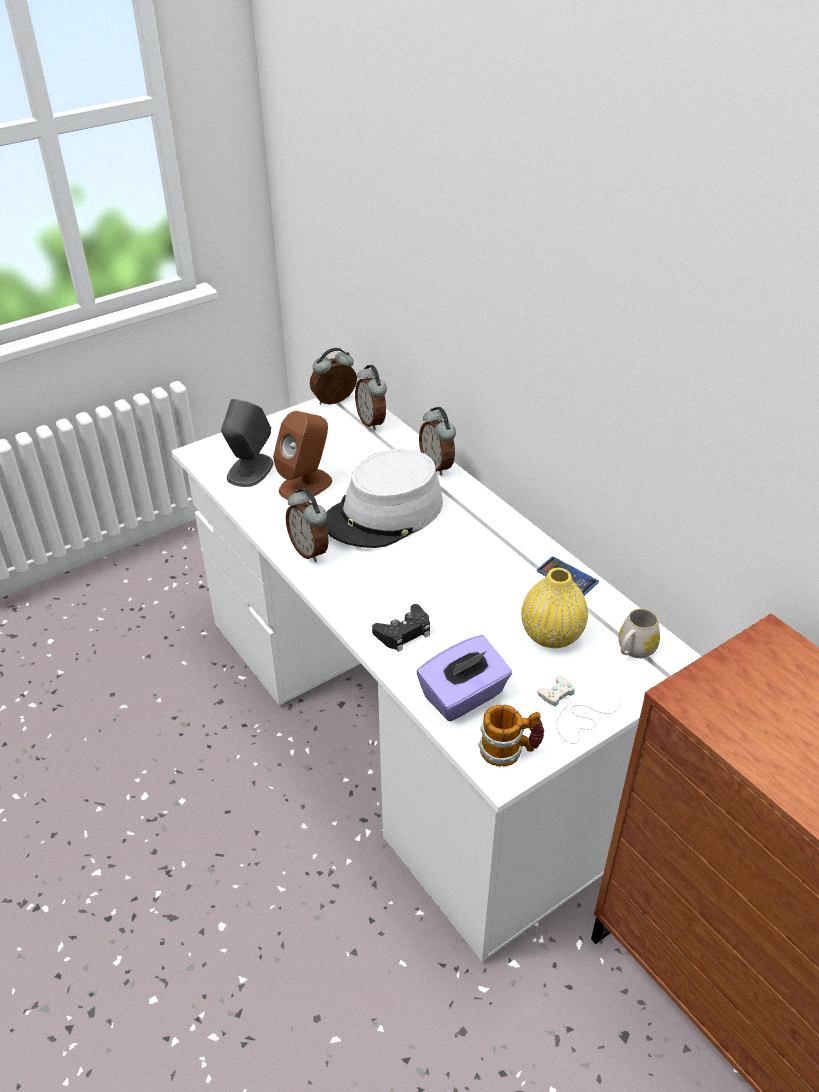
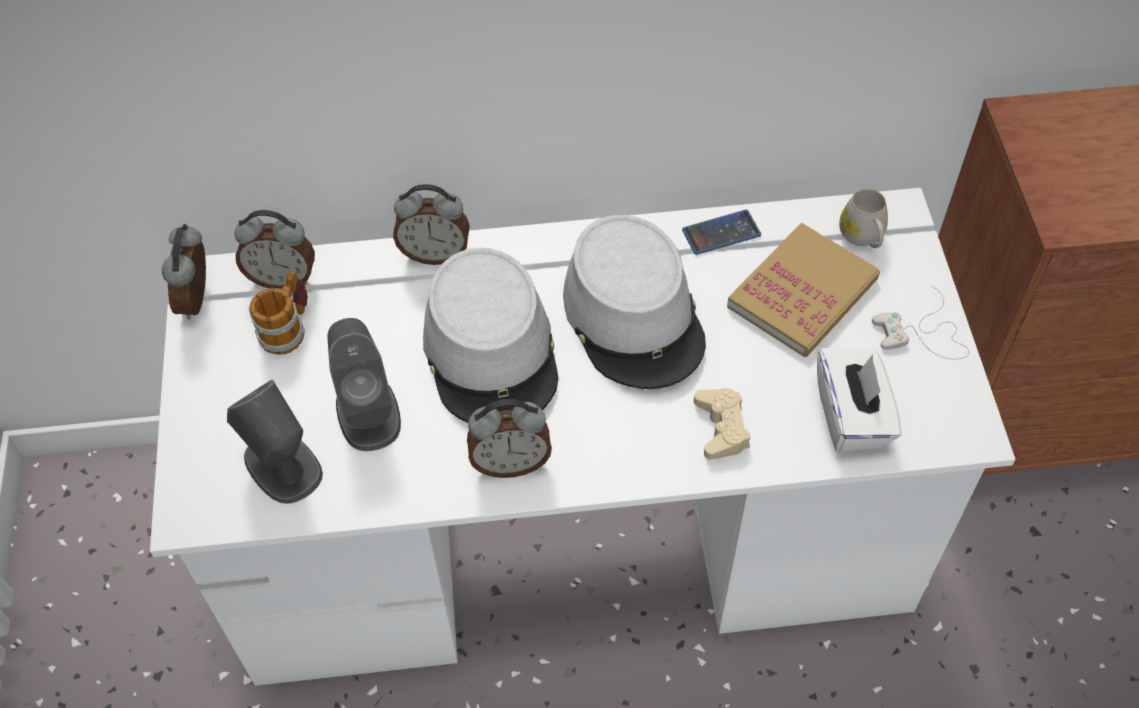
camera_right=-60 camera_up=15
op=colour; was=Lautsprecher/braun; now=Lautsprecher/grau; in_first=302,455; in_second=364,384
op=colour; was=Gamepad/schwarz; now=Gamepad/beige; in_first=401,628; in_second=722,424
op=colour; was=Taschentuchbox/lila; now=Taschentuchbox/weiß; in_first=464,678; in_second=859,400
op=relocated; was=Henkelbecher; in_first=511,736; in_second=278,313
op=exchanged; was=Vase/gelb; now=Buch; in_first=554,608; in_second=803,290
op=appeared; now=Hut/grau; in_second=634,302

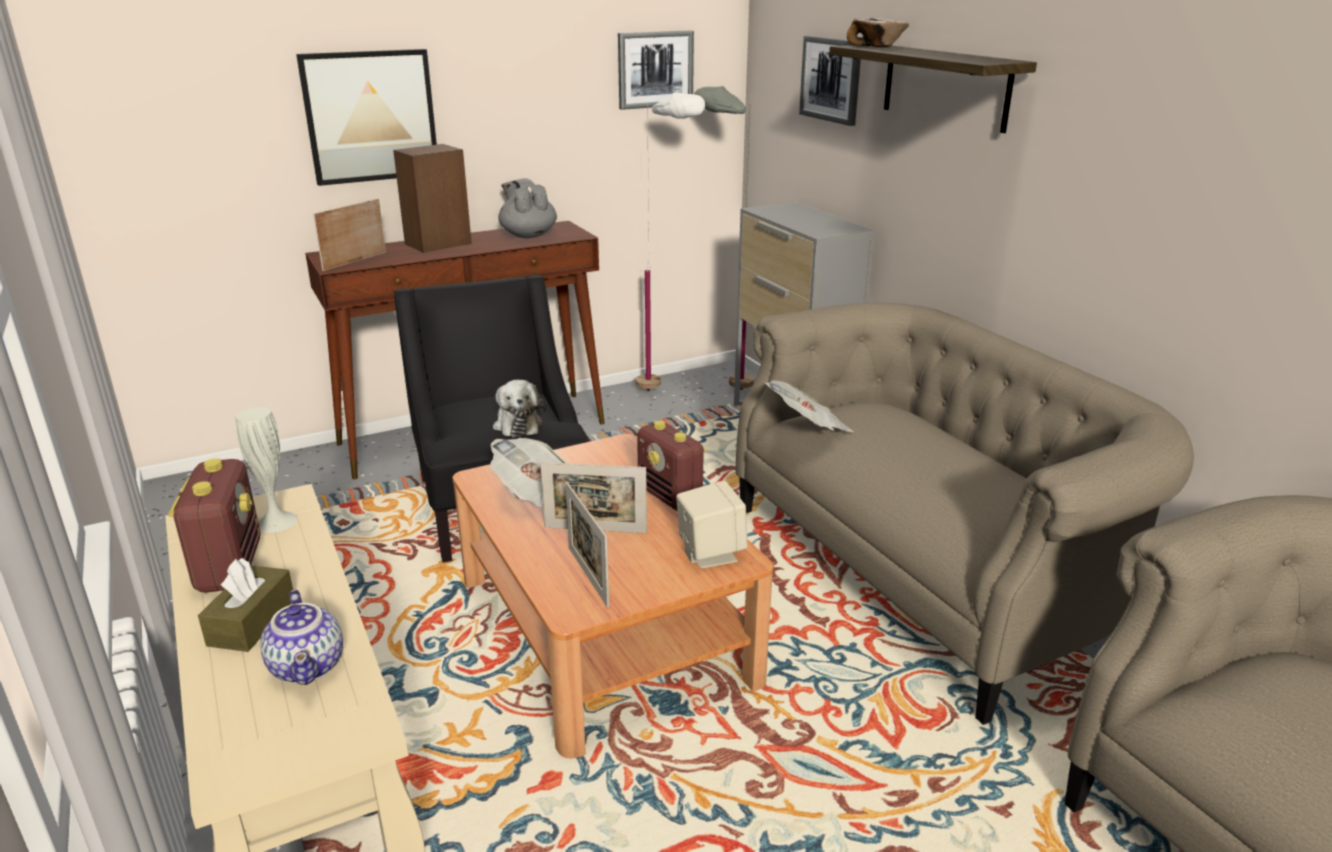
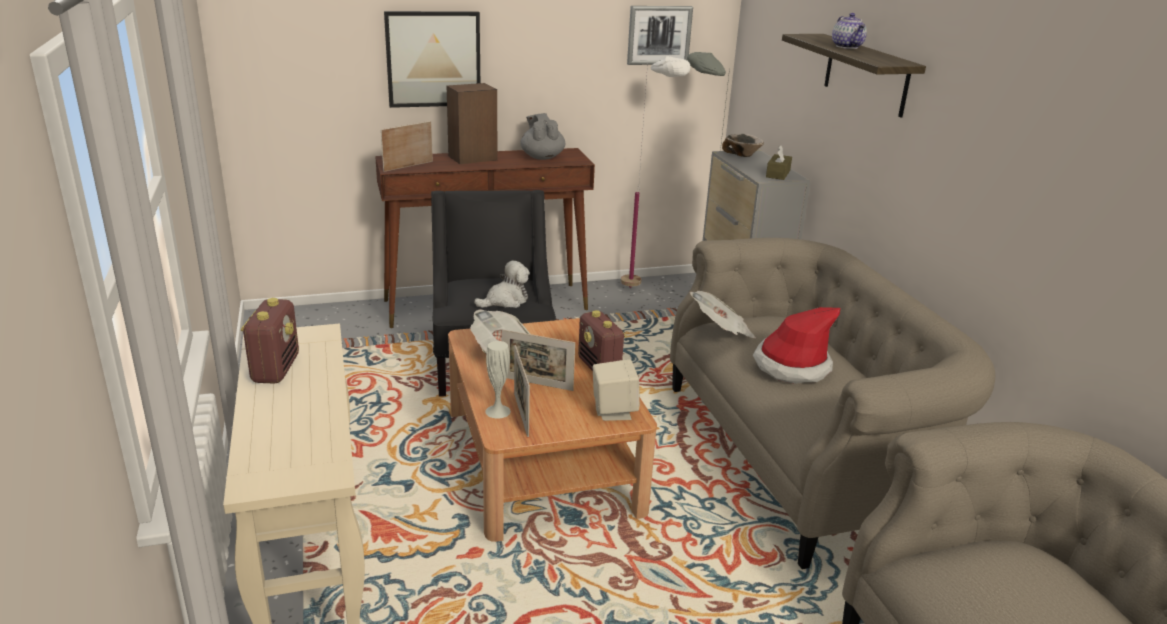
camera_right=10 camera_up=0
op=relocated; was=Taschentuchbox/braun; in_first=245,605; in_second=779,162
op=relocated; was=Vase/weiß; in_first=267,470; in_second=498,380
op=relocated; was=Teekanne; in_first=301,637; in_second=849,31
op=spun; was=Plüschtier; in_first=519,408; in_second=502,284; clockwise=-120
op=missing; was=Bild; in_first=830,81
op=relocated; was=Schüssel; in_first=878,32; in_second=743,145
op=appeared; now=Hut; in_second=796,345

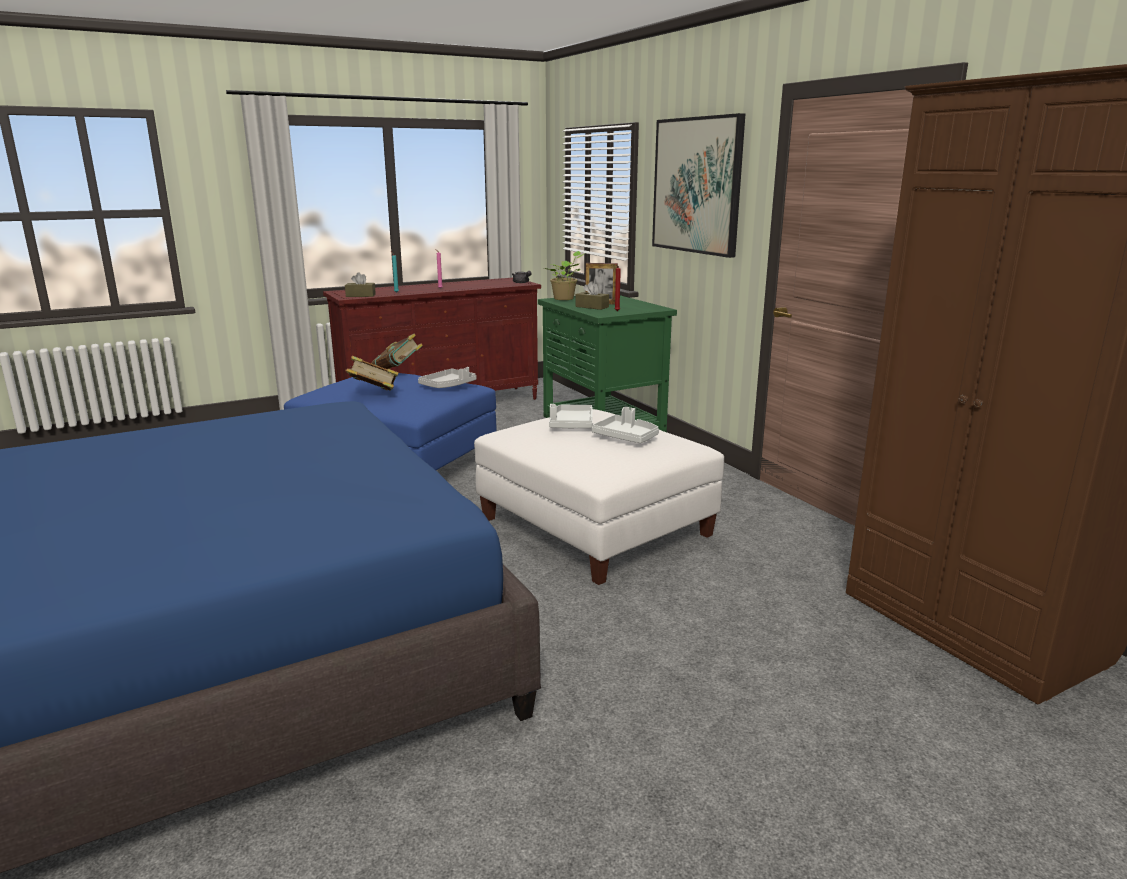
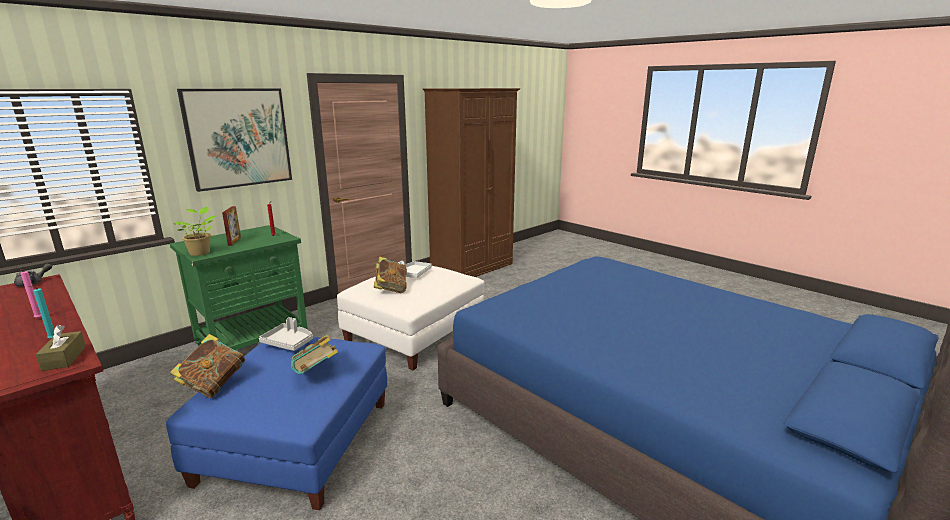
camera_right=-105 camera_up=0
op=exchanged; was=Tablett/weiß; now=Buch; in_first=571,416; in_second=390,275
op=missing; was=Taschentuchbox/braun; in_first=592,295

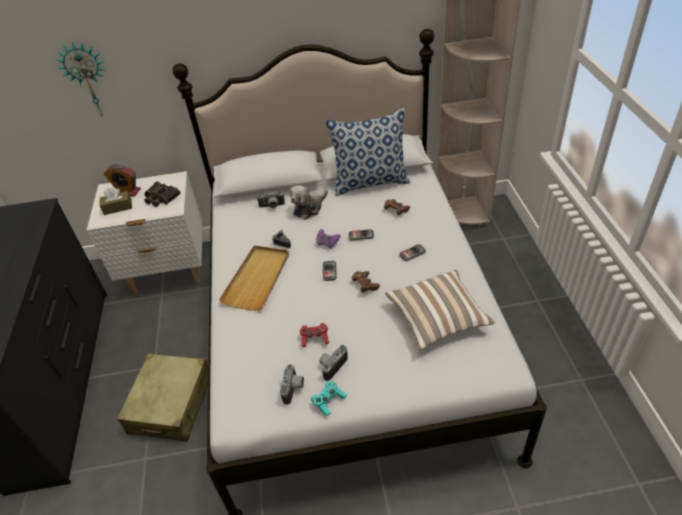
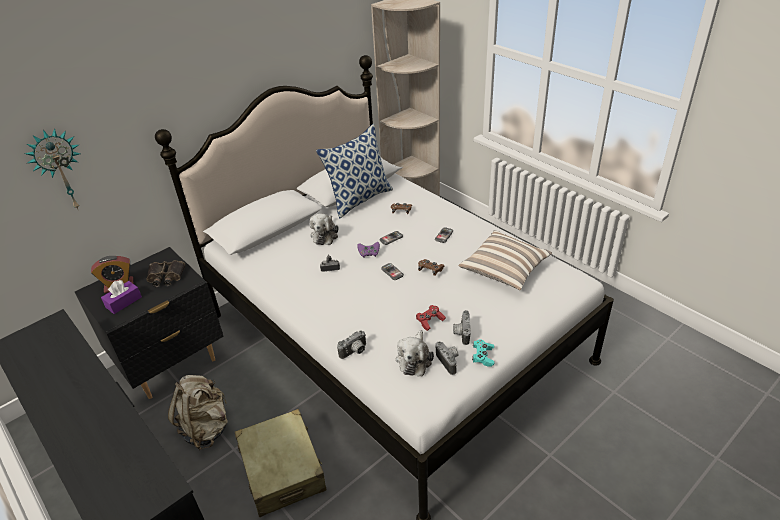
camera_right=-35 camera_up=-5
op=colour; was=Nachttisch/weiß; now=Nachttisch/schwarz; in_first=145,232; in_second=149,323
op=colour; was=Taschentuchbox/braun; now=Taschentuchbox/lila; in_first=116,201; in_second=121,297
op=missing; was=Tablett/beige; in_first=254,278
op=relocated; was=Kamera; in_first=271,199; in_second=351,344
op=appeared; now=Rucksack/beige; in_second=198,412
op=appeared; now=Plüschtier; in_second=415,353

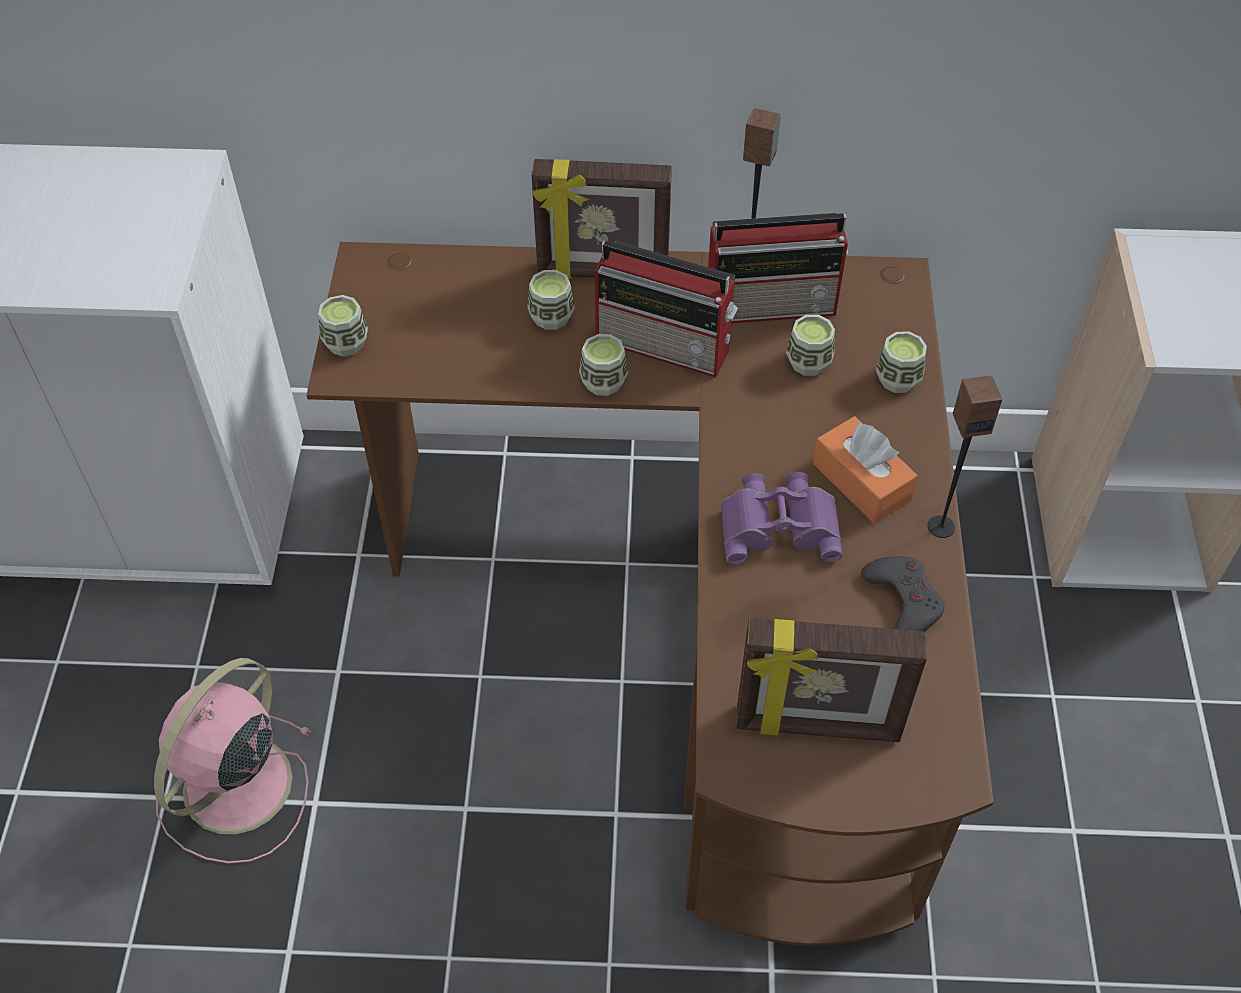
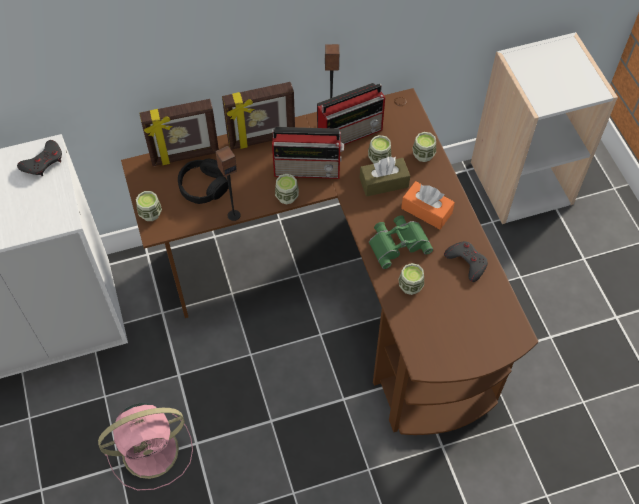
camera_right=-20 camera_up=5
op=spun; was=Ventilator/rosa; in_first=233,761; in_second=145,446; clockwise=-120
op=relocated; was=Tasse; in_first=551,300; in_second=411,279
op=colour; was=Fernglas/lila; now=Fernglas/grün; in_first=781,518; in_second=401,242
op=relocated; was=Bilderrahmen; in_first=831,680; in_second=179,132
op=relocated; was=Lautsprecher; in_first=965,456; in_second=227,183
op=appeared; now=Gamepad/grau; in_second=39,158
op=appeared; now=Kopfhörer/schwarz; in_second=203,181
op=appeared; now=Taschentuchbox/braun; in_second=385,177

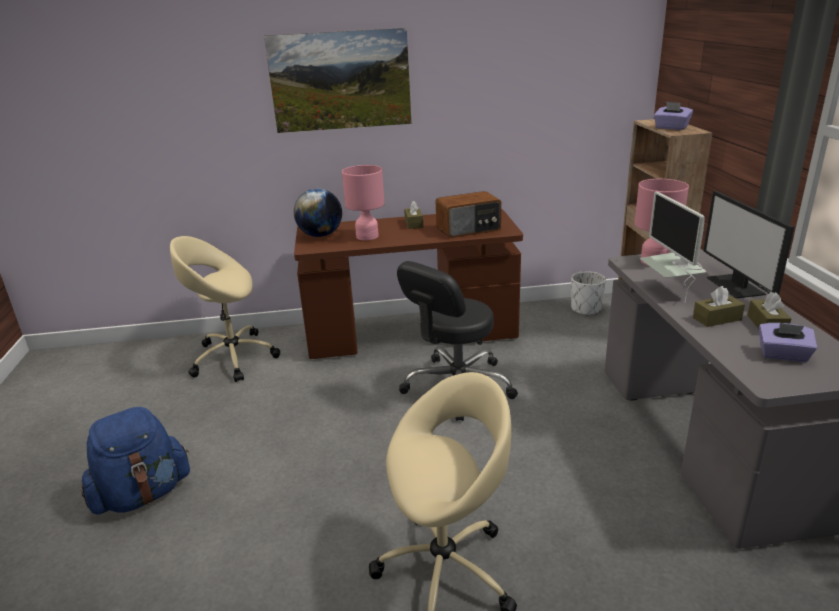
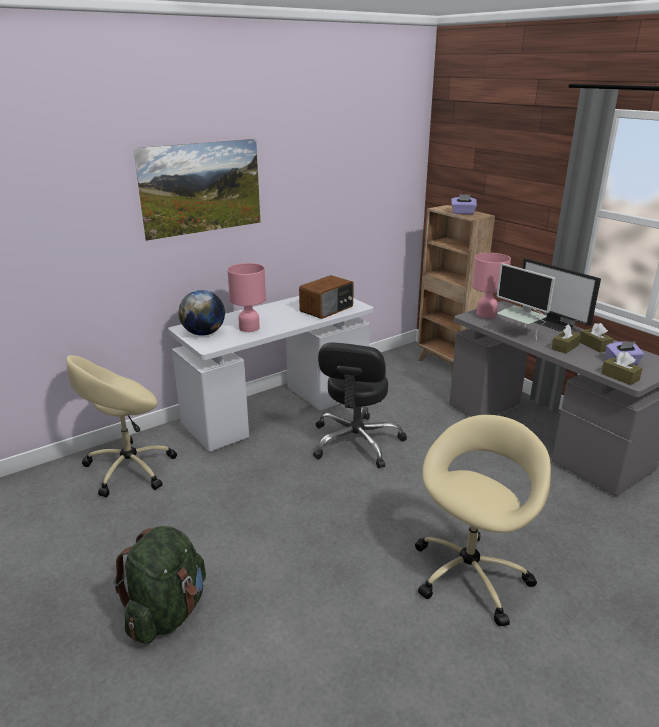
camera_right=-30 camera_up=0
op=colour; was=Rucksack/blau; now=Rucksack/grün; in_first=135,461; in_second=160,585
op=colour; was=Schreibtisch/braun; now=Schreibtisch/weiß; in_first=408,284; in_second=271,373
op=relocated; was=Taschentuchbox/braun; in_first=413,215; in_second=622,368
op=missing; was=Pflanzkübel/weiß; in_first=588,293

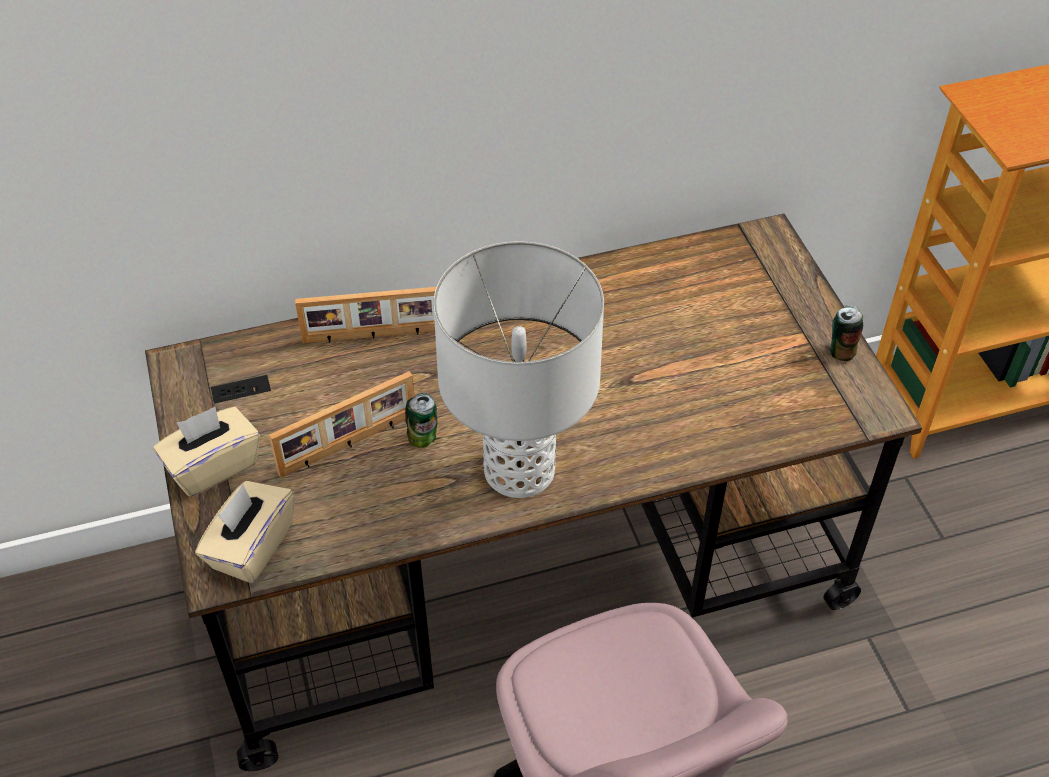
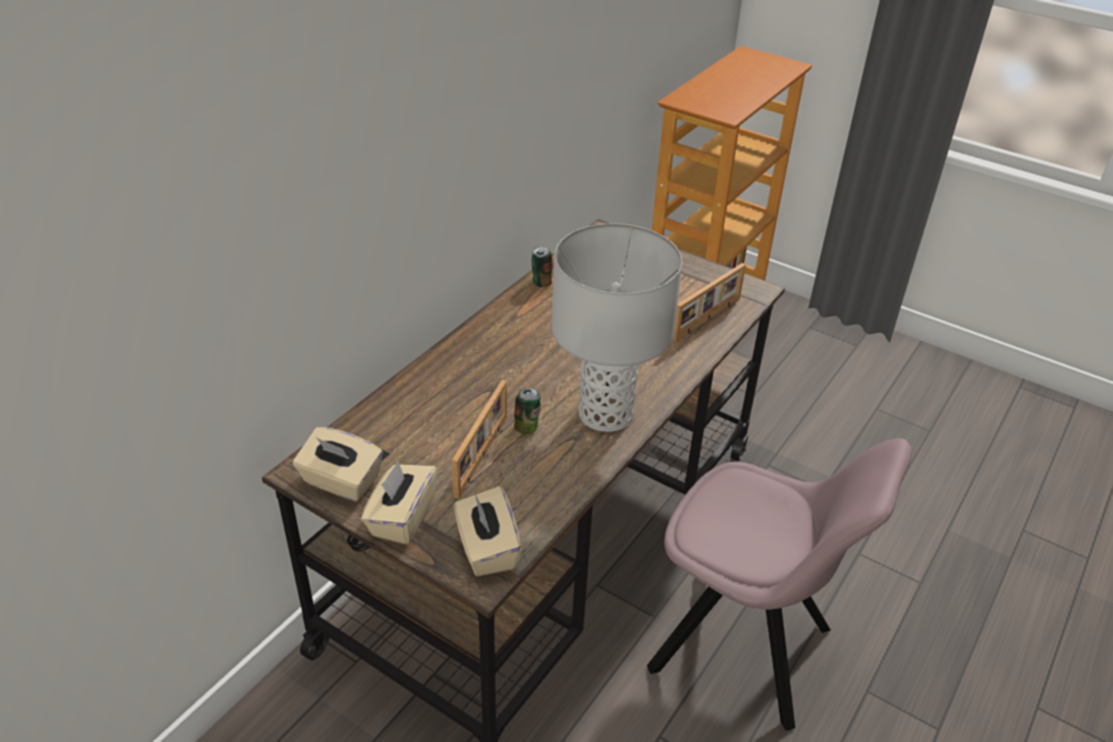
camera_right=-40 camera_up=-10
op=relocated; was=Bilderrahmen; in_first=365,315; in_second=709,302
op=relocated; was=Dose; in_first=846,333; in_second=542,266
op=appeared; now=Taschentuchbox/beige; in_second=338,464

